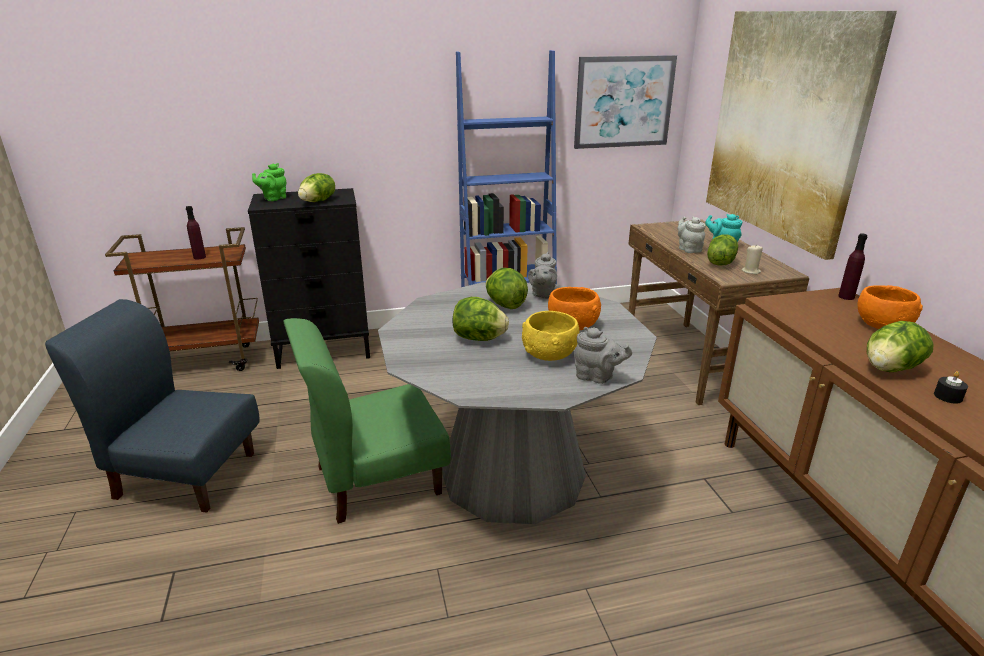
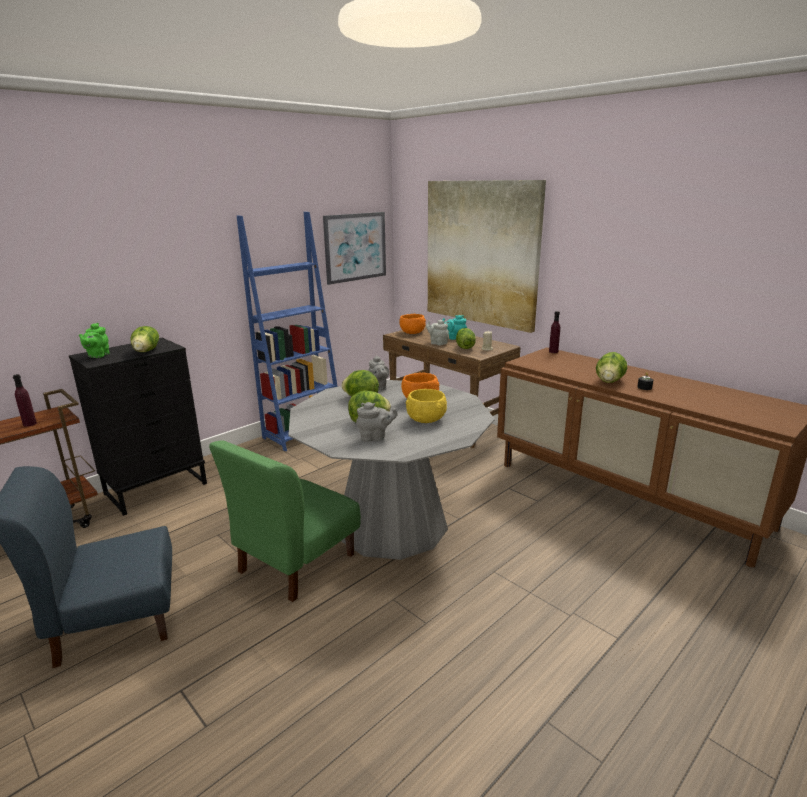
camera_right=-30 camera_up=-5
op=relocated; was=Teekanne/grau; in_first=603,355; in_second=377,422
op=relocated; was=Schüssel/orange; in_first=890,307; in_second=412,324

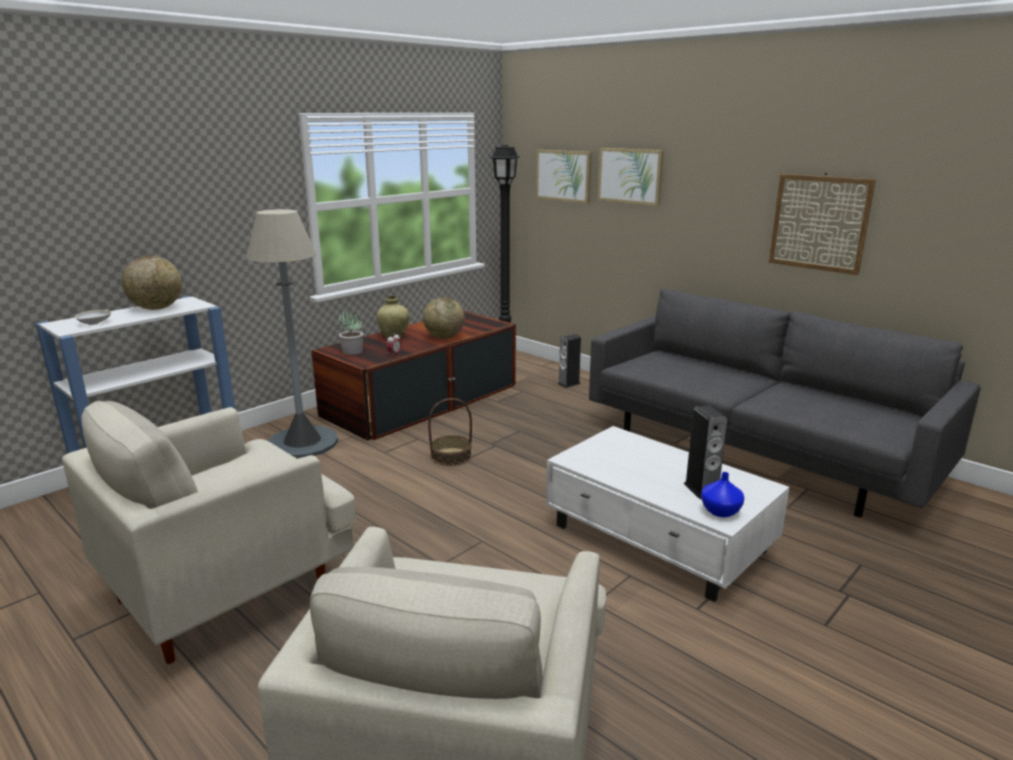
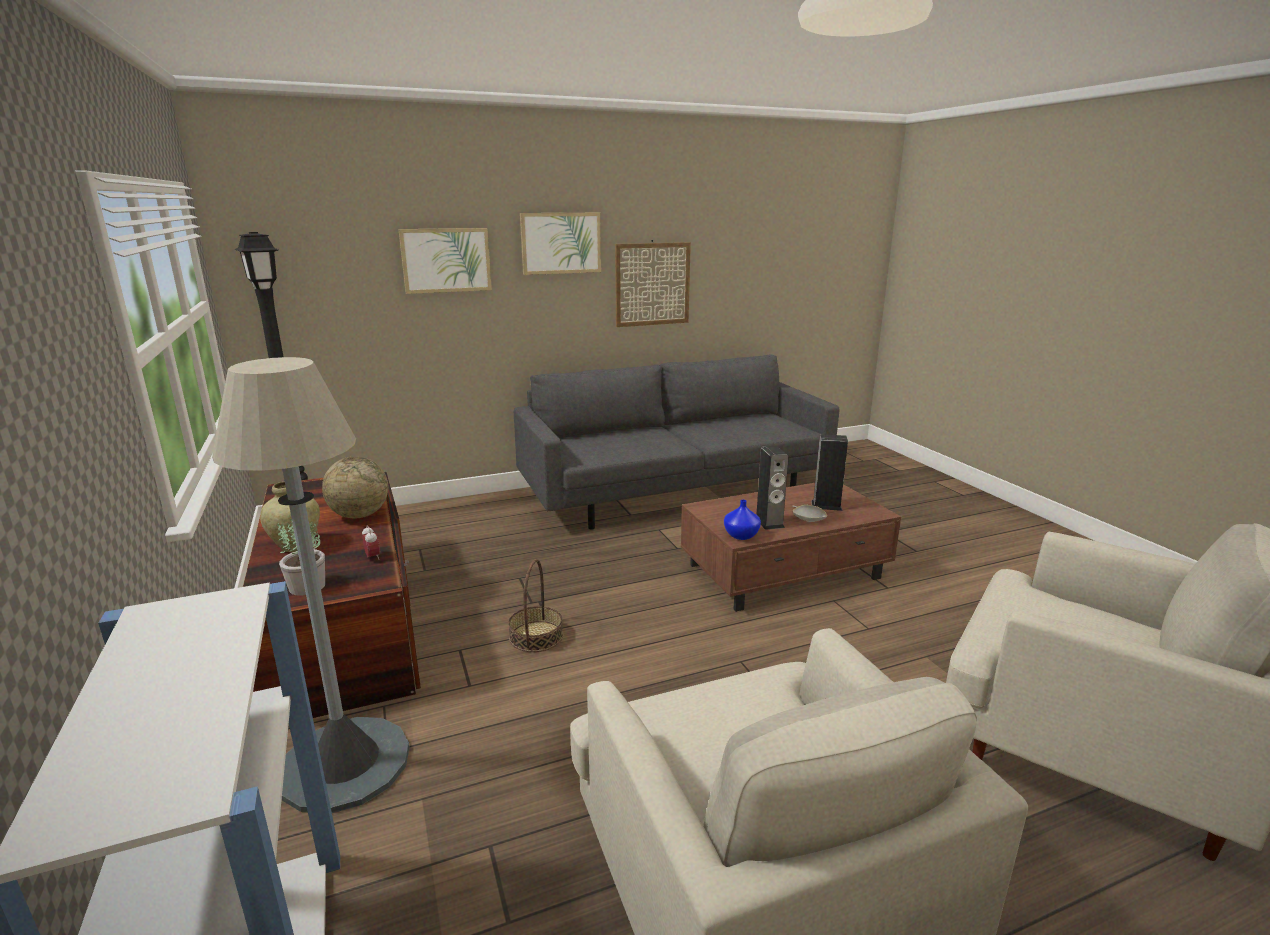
camera_right=-65 camera_up=0
op=relocated; was=Schüssel/weiß; in_first=93,317; in_second=809,513
op=missing; was=Globus; in_first=152,283
op=relocated; was=Bild; in_first=564,176; in_second=560,244
op=colour; was=Couchtisch/weiß; now=Couchtisch/braun; in_first=668,514; in_second=791,547
op=relocated; was=Lautsprecher; in_first=569,361; in_second=772,488
op=relocated; was=Vase/blau; in_first=722,494; in_second=742,520

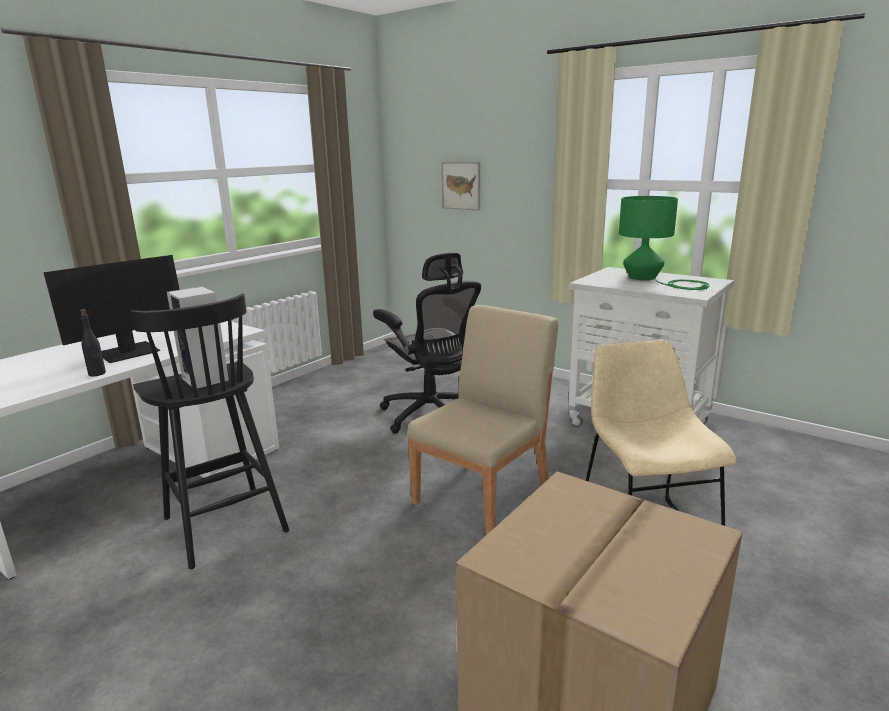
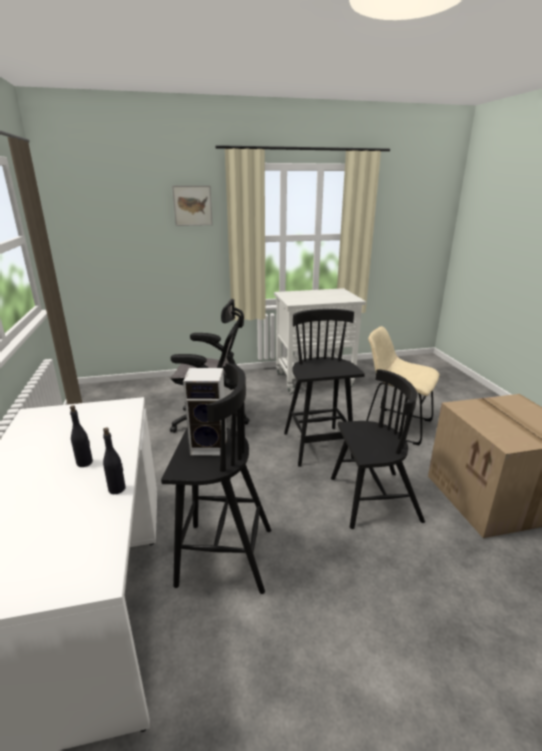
camera_right=-50 camera_up=5
op=exchanged; was=Monitor; now=Flasche/schwarz; in_first=111,309; in_second=81,436
op=exchanged; was=Stuhl/beige; now=Hocker/schwarz; in_first=482,420; in_second=324,388
op=relocated; was=Bild; in_first=460,186; in_second=192,205
op=missing; was=Tischlampe/grün; in_first=664,243
op=appeared; now=Stuhl/schwarz; in_second=378,449

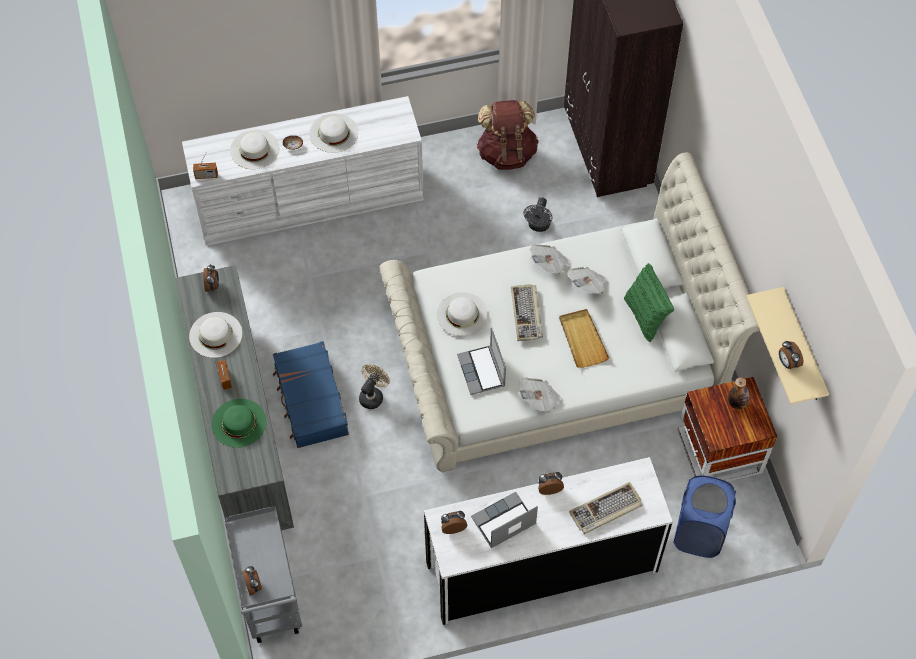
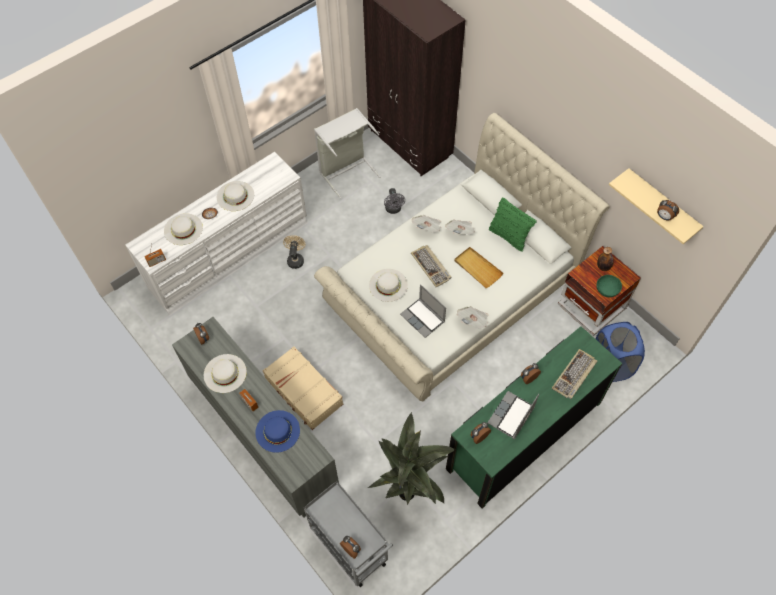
camera_right=-25 camera_up=0
op=colour; was=Hut/grün; now=Hut/blau; in_first=239,423; in_second=277,431
op=colour; was=Koffer/blau; now=Koffer/beige; in_first=311,394; in_second=303,388
op=relocated; was=Ventilator/beige; in_first=374,386; in_second=294,252
op=colour; was=Kommode/weiß; now=Kommode/grün; in_first=548,541; in_second=534,417
op=exchanged; was=Rucksack/braun; now=Wäschekorb/grau; in_first=507,135; in_second=347,153
op=appeared; now=Topfpflanze; in_second=412,458
op=appeared; now=Schüssel/grün; in_second=609,286

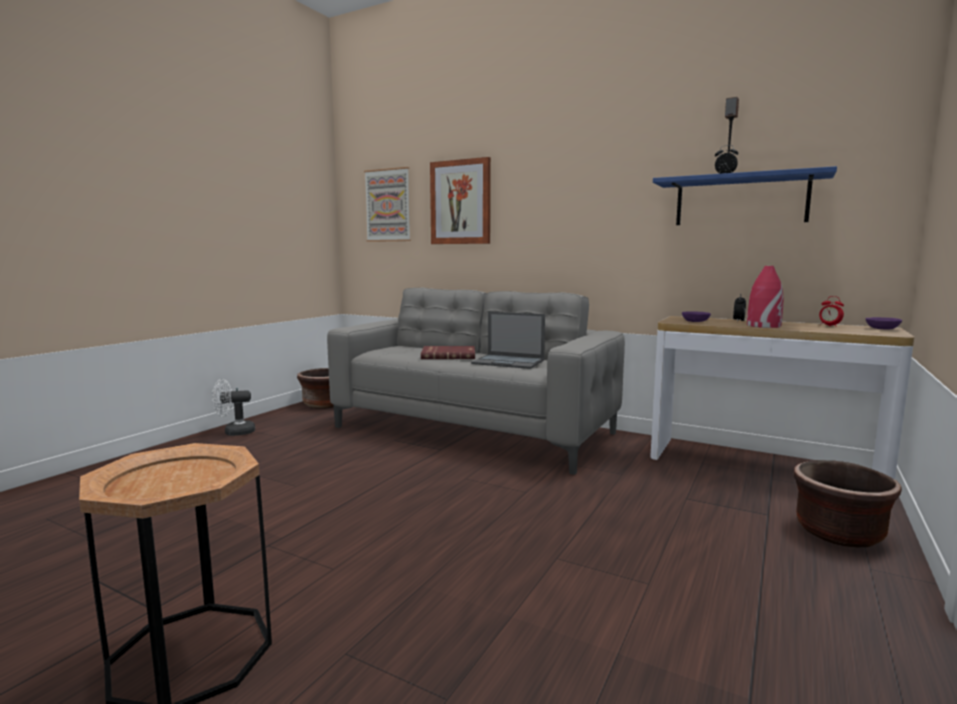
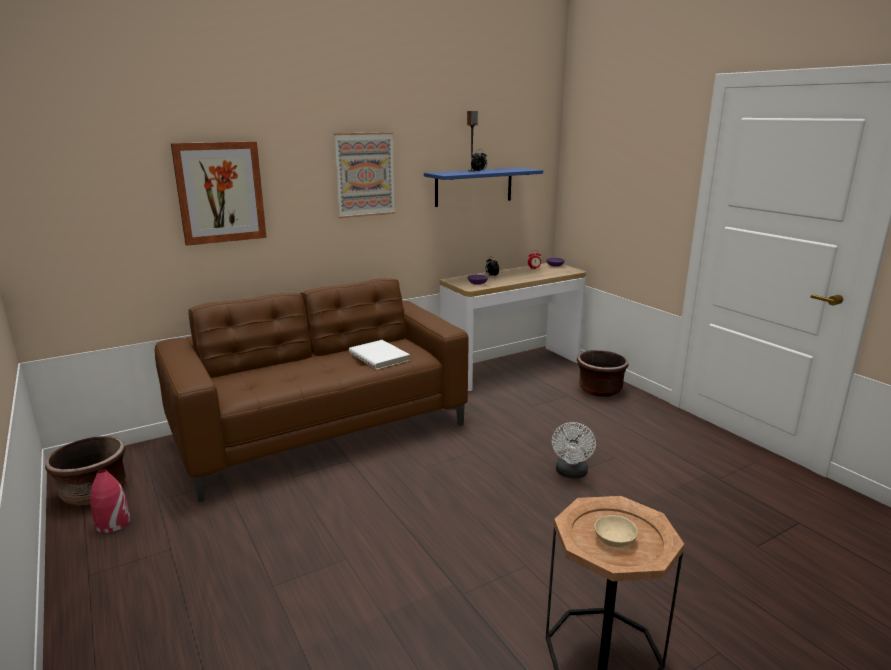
camera_right=-60 camera_up=10
op=relocated; was=Ventilator/weiß; in_first=233,407; in_second=574,450
op=colour; was=Sofa/grau; now=Sofa/braun; in_first=476,381; in_second=311,390
op=relocated; was=Bild; in_first=387,204; in_second=364,175
op=missing; was=Buch/rot; in_first=448,352
op=exchanged; was=Laptop; now=Buch/weiß; in_first=508,340; in_second=379,355
op=relocated; was=Vase/rot; in_first=765,297; in_second=110,501
op=appeared; now=Schüssel/beige; in_second=616,531

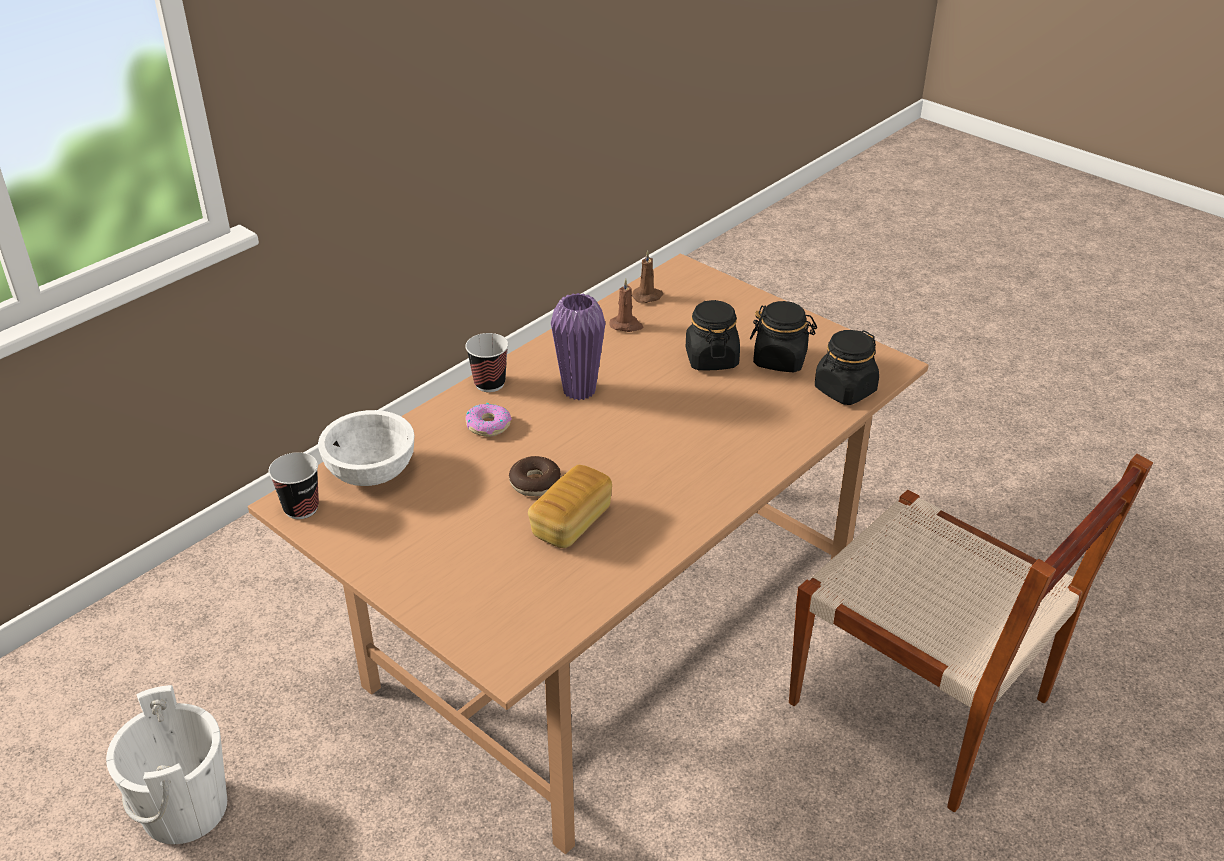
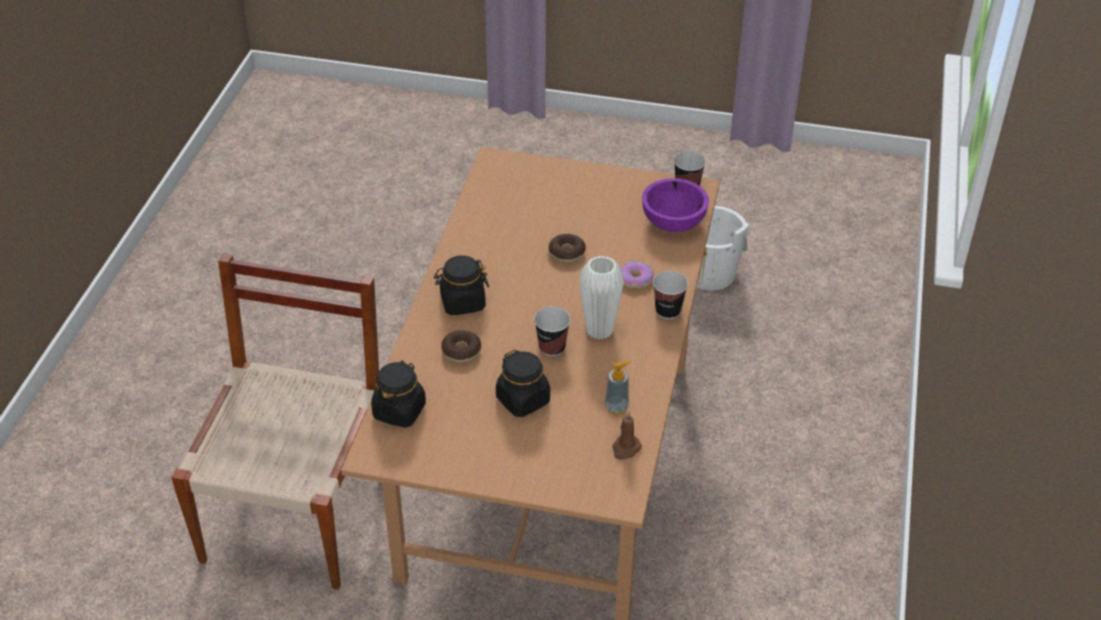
camera_right=150 camera_up=5
op=colour; was=Schüssel/weiß; now=Schüssel/lila; in_first=366,448; in_second=675,205
op=missing; was=Brot; in_first=570,506
op=colour; was=Vase/lila; now=Vase/weiß; in_first=578,346; in_second=601,298
op=exchanged; was=Kerze/braun; now=Seifenspender; in_first=626,305; in_second=618,388
op=relocated; was=Vorratsglas/schwarz; in_first=783,337; in_second=461,285
op=spun; was=Stuhl; in_first=971,633; in_second=275,422; clockwise=90
op=appeared; now=Donut; in_second=461,346
op=appeared; now=Tasse; in_second=552,332

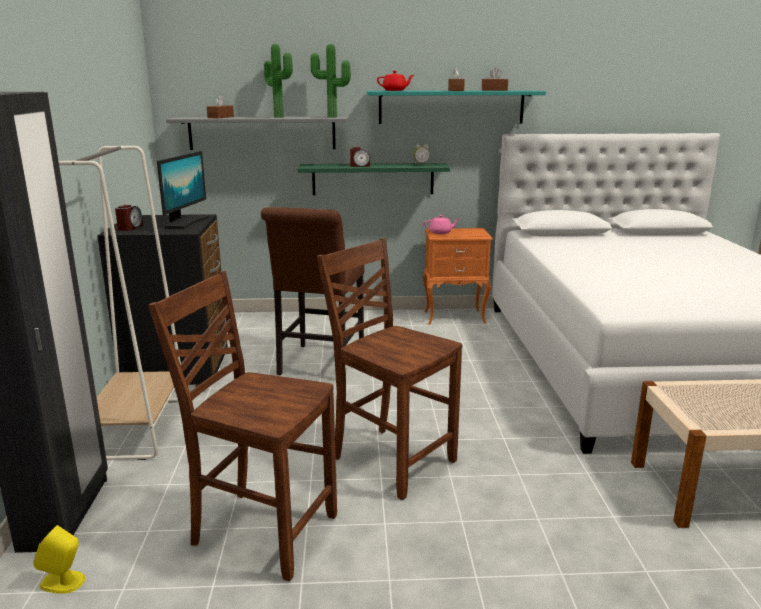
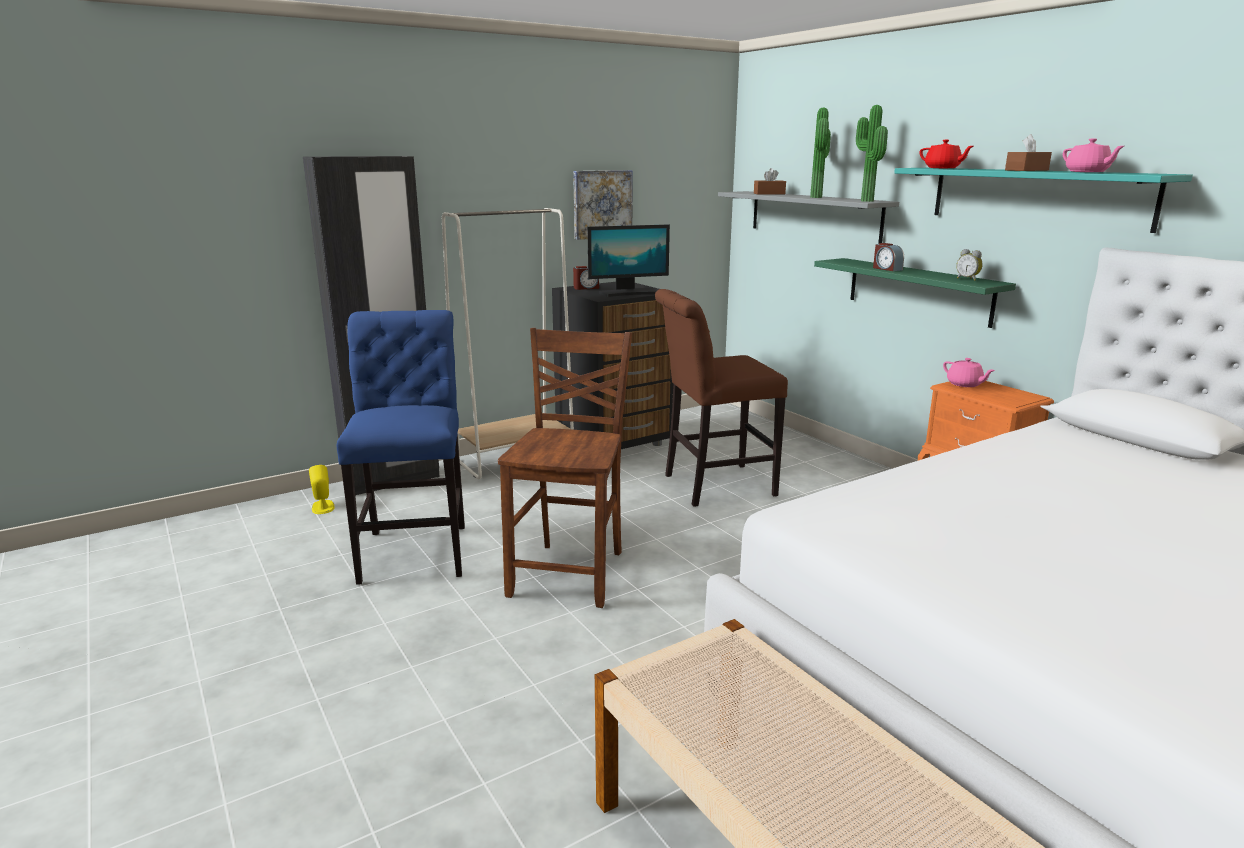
camera_right=60 camera_up=0
op=exchanged; was=Stuhl/braun; now=Hocker/blau; in_first=242,426; in_second=401,447
op=exchanged; was=Taschentuchbox/braun; now=Teekanne/rosa; in_first=495,79; in_second=1093,155
op=appeared; now=Bild; in_second=603,205

